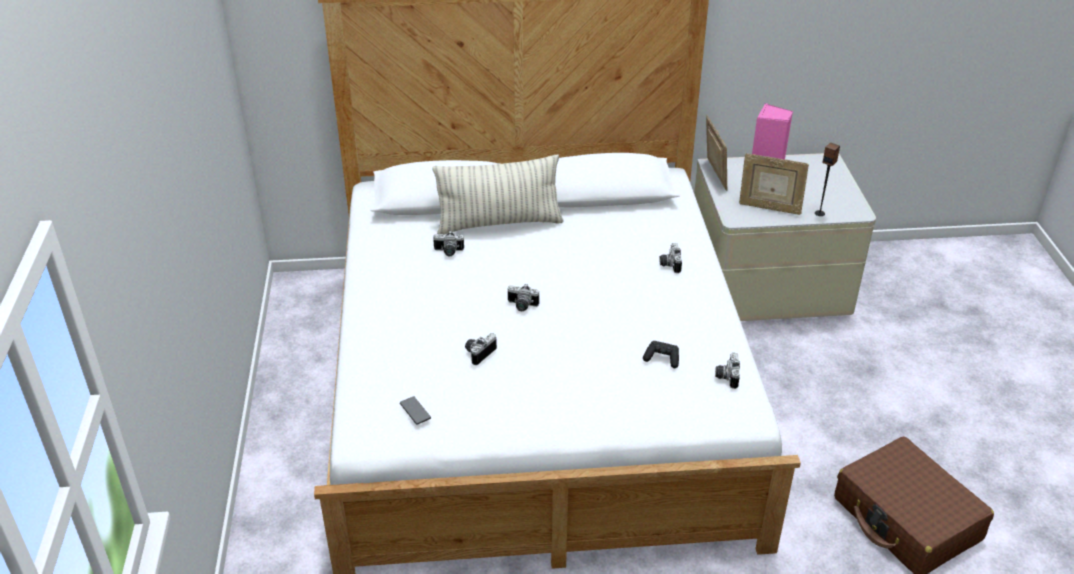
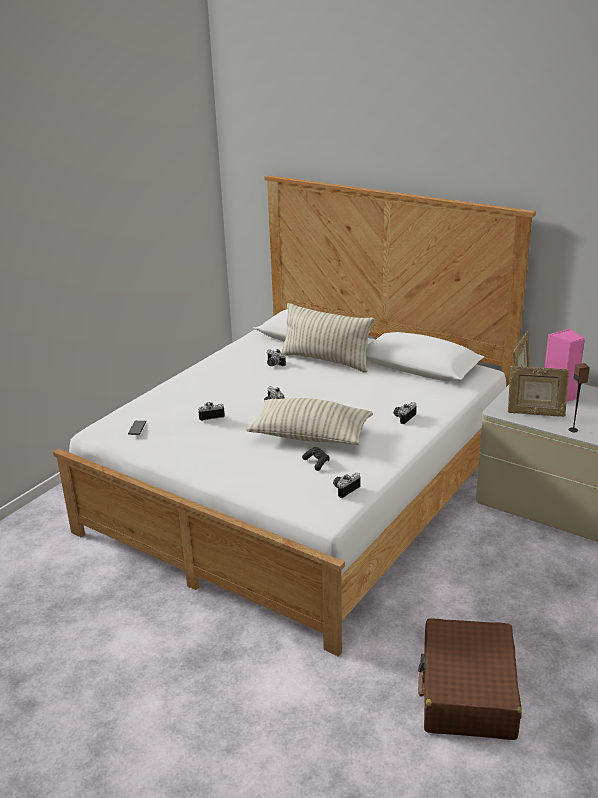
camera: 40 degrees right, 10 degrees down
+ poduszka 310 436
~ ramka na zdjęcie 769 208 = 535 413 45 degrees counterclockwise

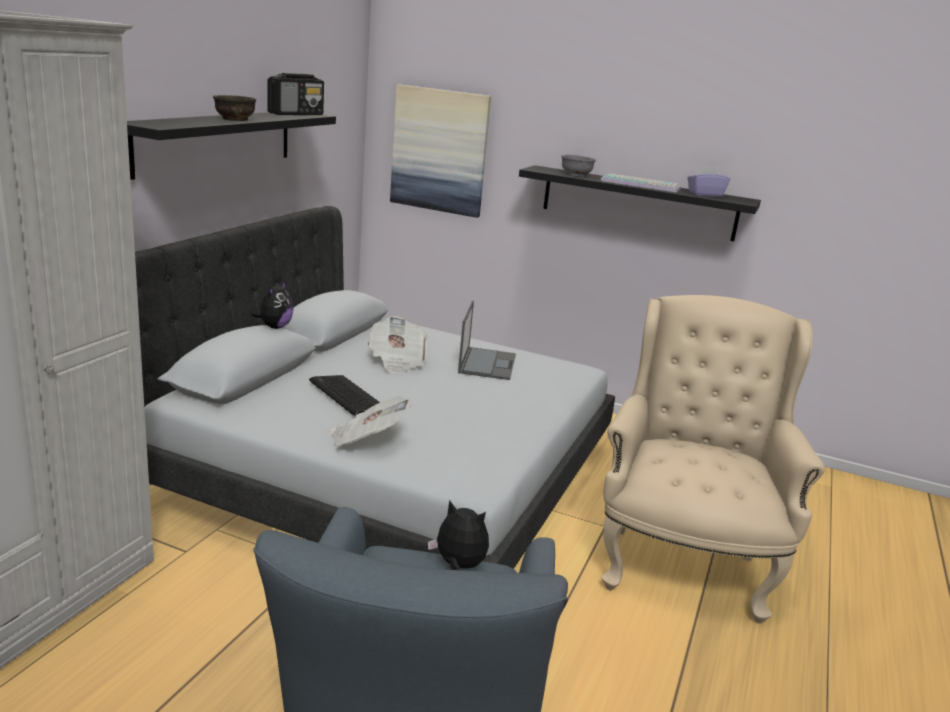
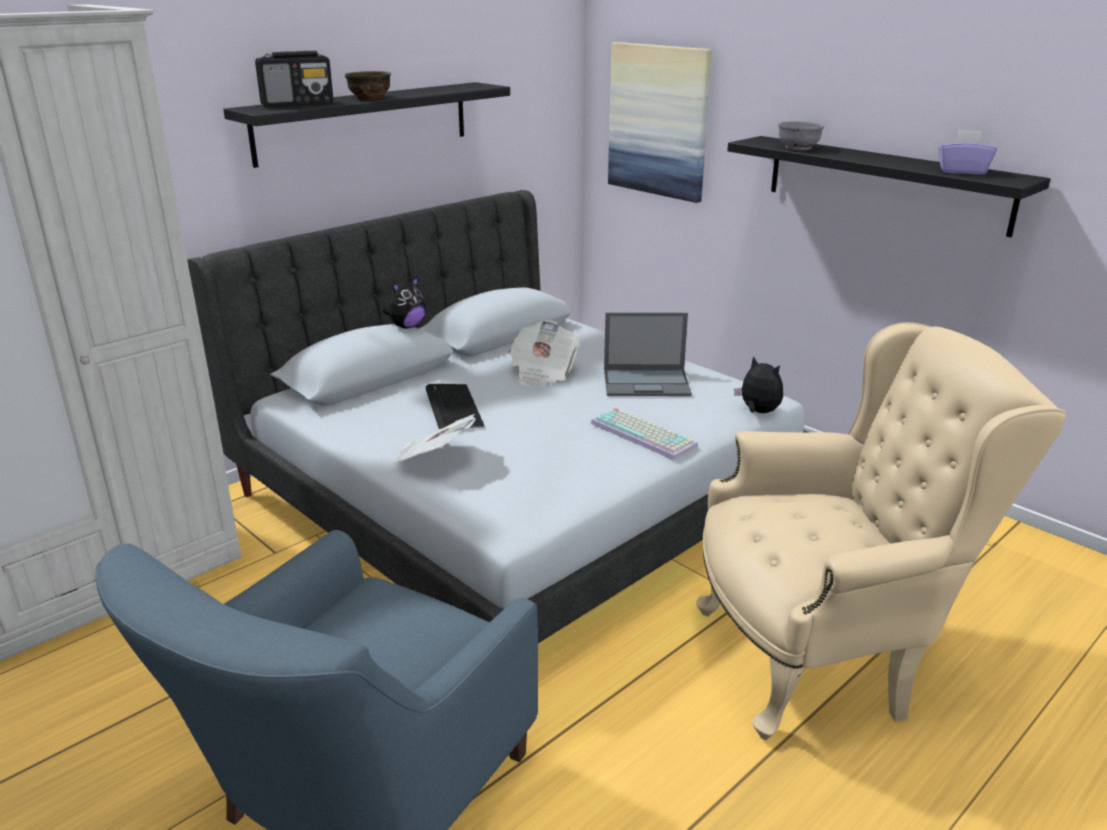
camera: 25 degrees right, 5 degrees up
~ radio 296 114 to 298 104
~ klawiatura 641 184 to 645 434
~ laptop 487 363 = 647 383 60 degrees clockwise
~ fotel/beżowy 682 561 = 820 659 45 degrees clockwise
~ pluszak 458 566 to 758 412

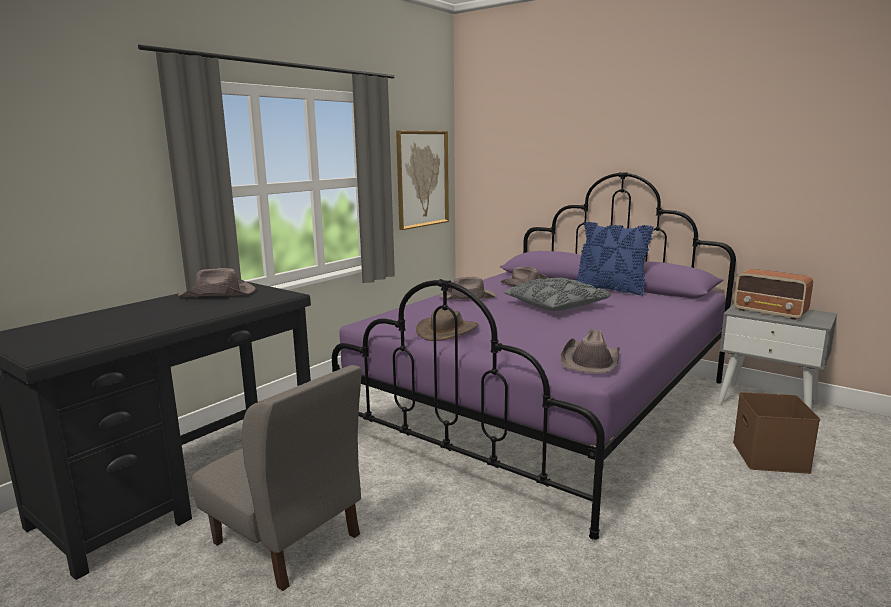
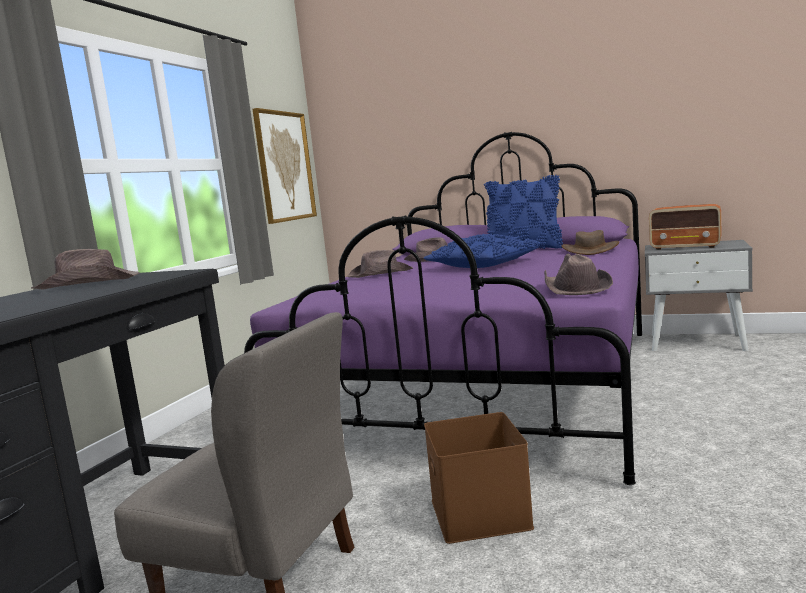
camera: 15 degrees left, 5 degrees down
~ poduszka/szary 556 305 to poduszka/niebieski 484 265
~ pojemnik do przechowywania/brązowy 772 457 to 482 514
~ kapelusz/brązowy 447 331 to 590 250

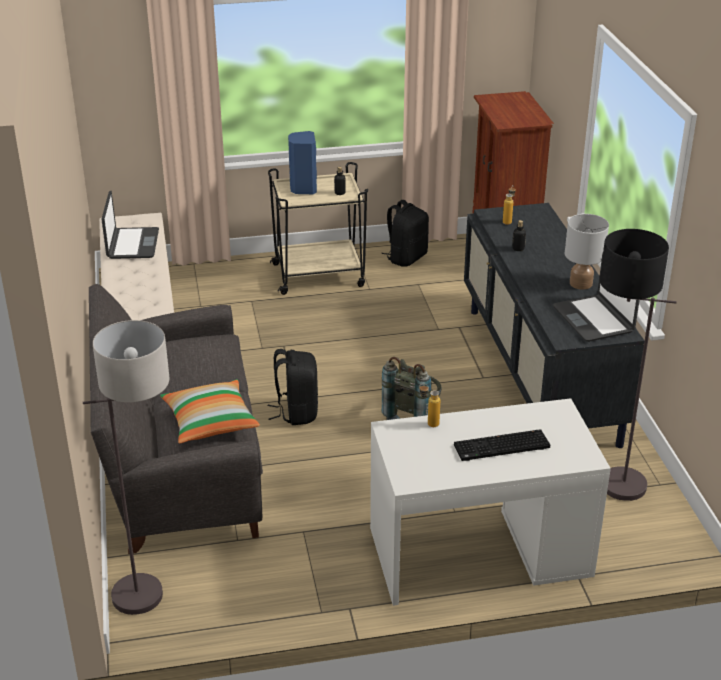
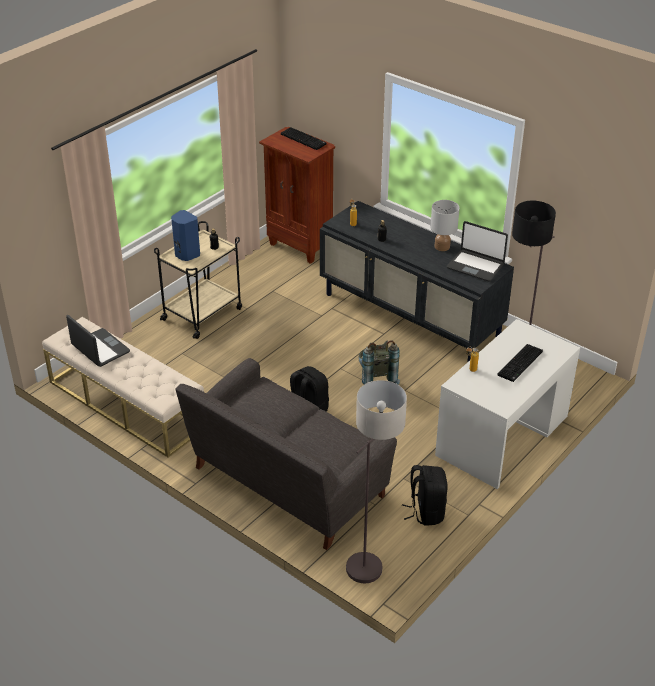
camera: 40 degrees left, 5 degrees up
+ klawiatura 304 139
~ plecak/czarny 406 258 to 426 512
- poduszka 210 422

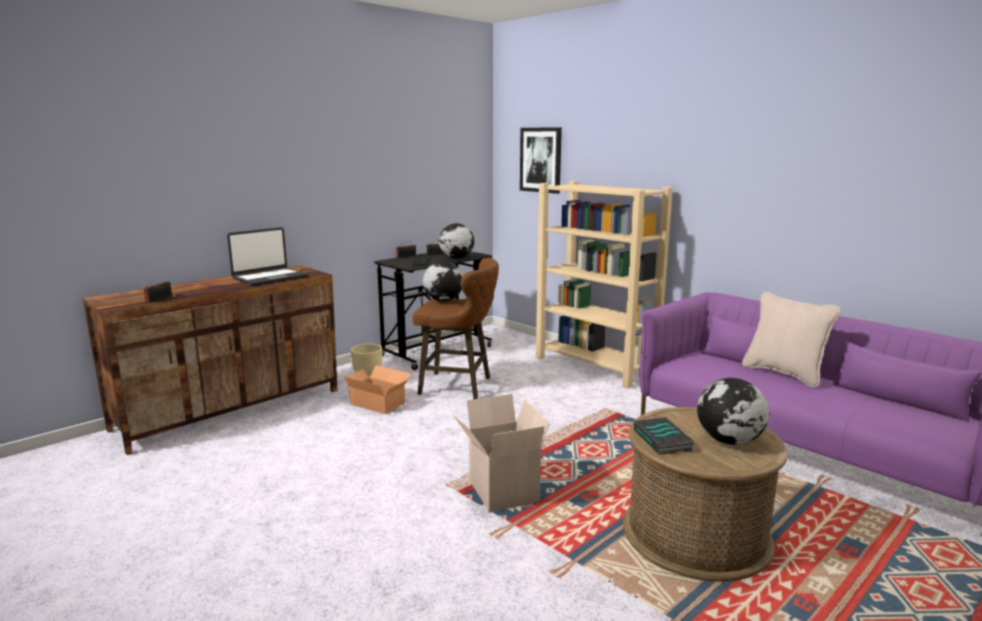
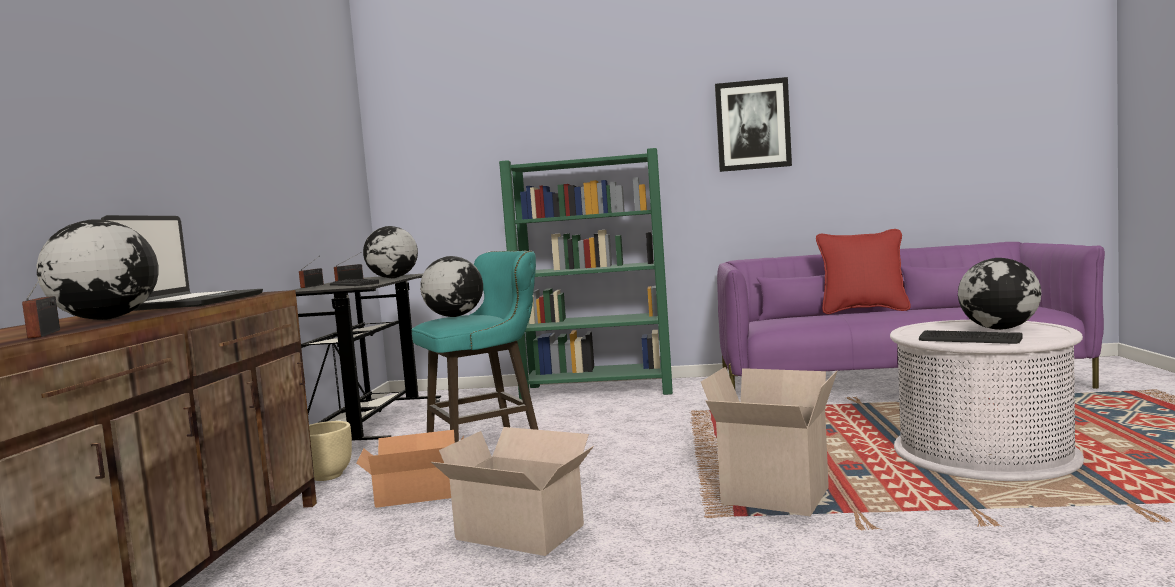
camera: 40 degrees left, 10 degrees down
+ globus 105 319
~ stołek/brązowy 459 386 to stołek/turkusowy 489 445
+ karton 522 533
~ regał/beżowy 595 366 to regał/zielony 598 390
~ obraz 541 160 to 752 125
~ poduszka/beżowy 784 373 to poduszka/czerwony 863 310
~ ława/brązowy 696 534 to ława/biały 983 453
~ książka 663 440 to klawiatura 969 339

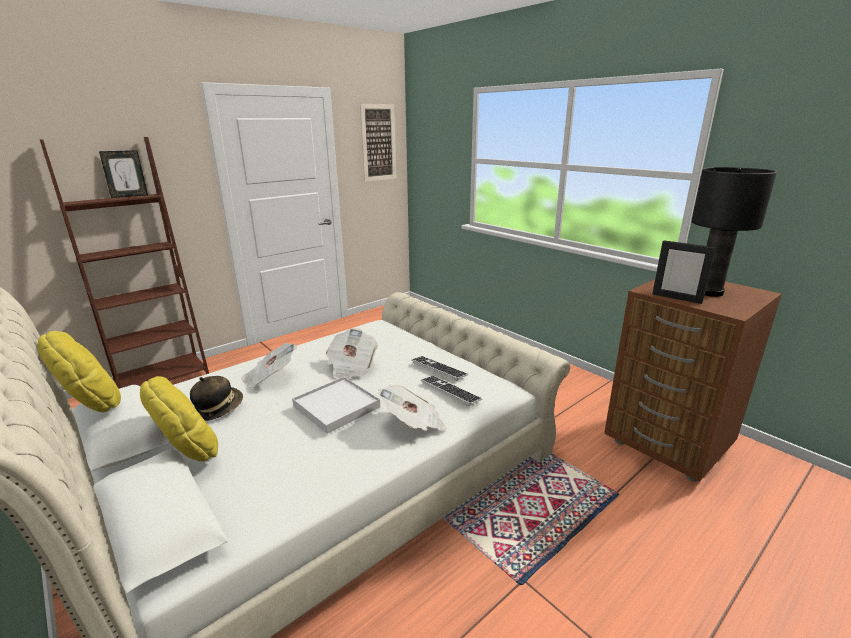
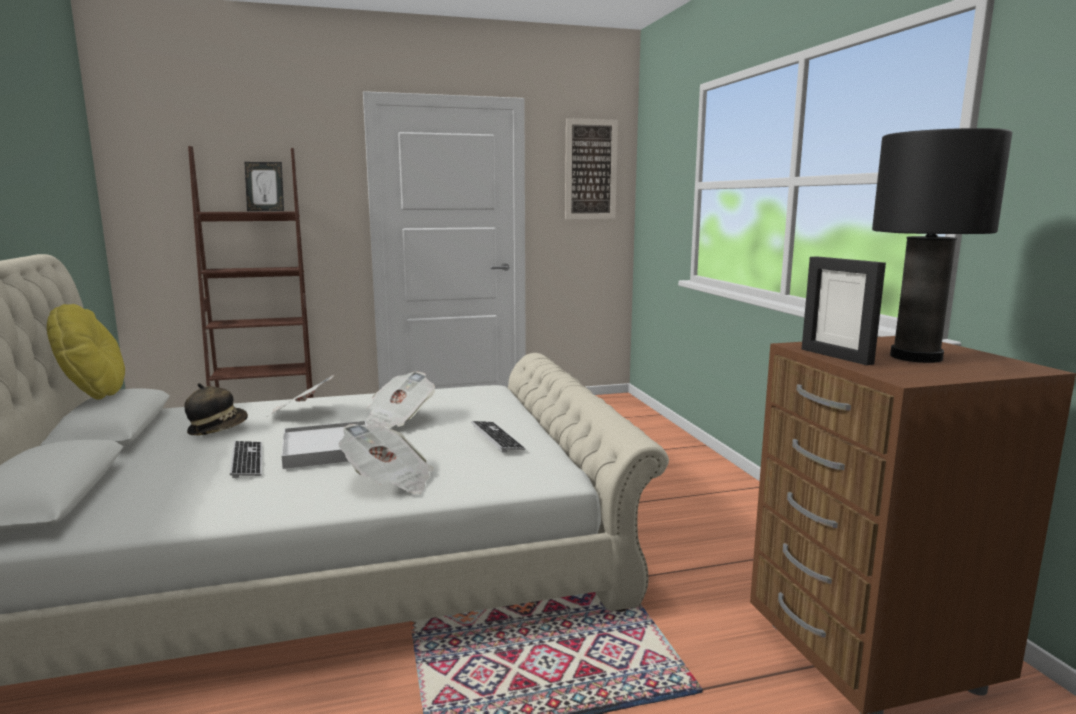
camera: 25 degrees right, 10 degrees down
~ klawiatura 450 391 to 247 460
- poduszka/żółty 188 455

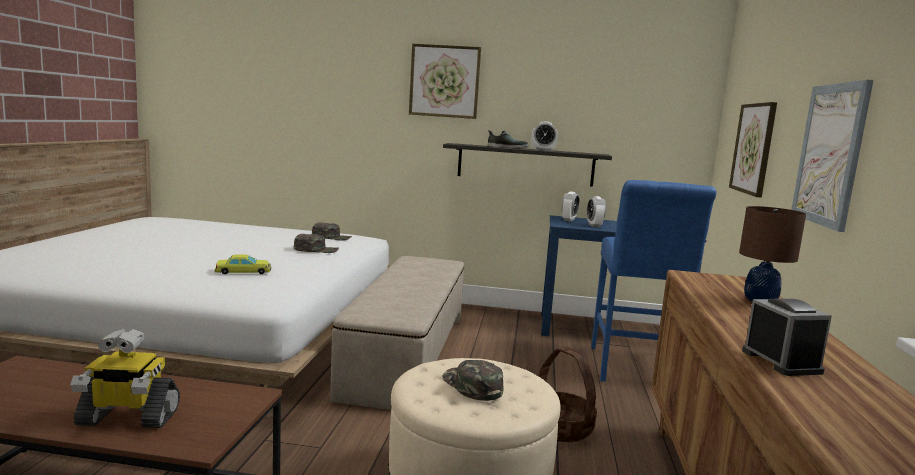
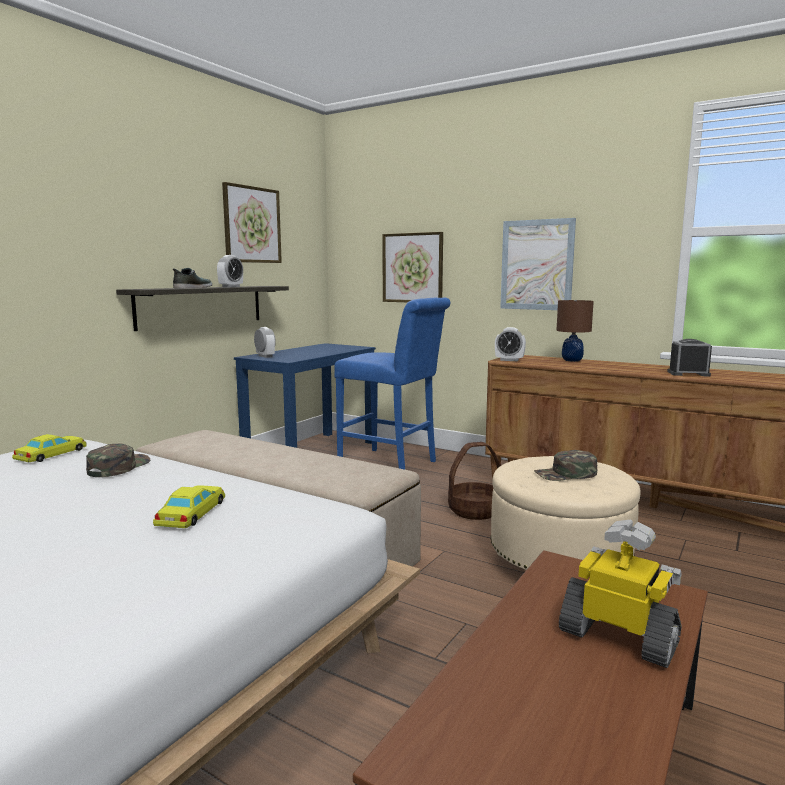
camera: 65 degrees left, 0 degrees up
~ czapka z daszkiem/zielony 331 237 to samochodzik/żółty 52 454
~ obraz 444 81 to 252 225
~ budzik 594 225 to 509 360
~ robot zabawkowy 127 418 = 620 637 75 degrees counterclockwise

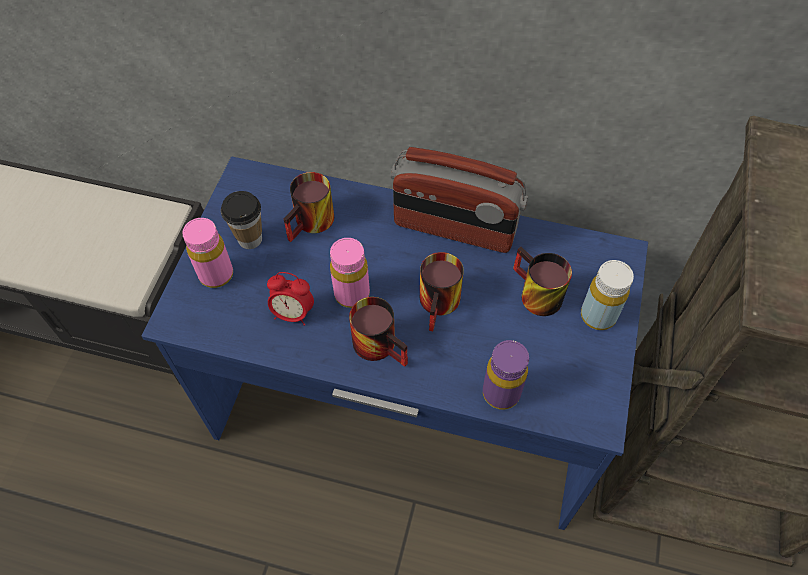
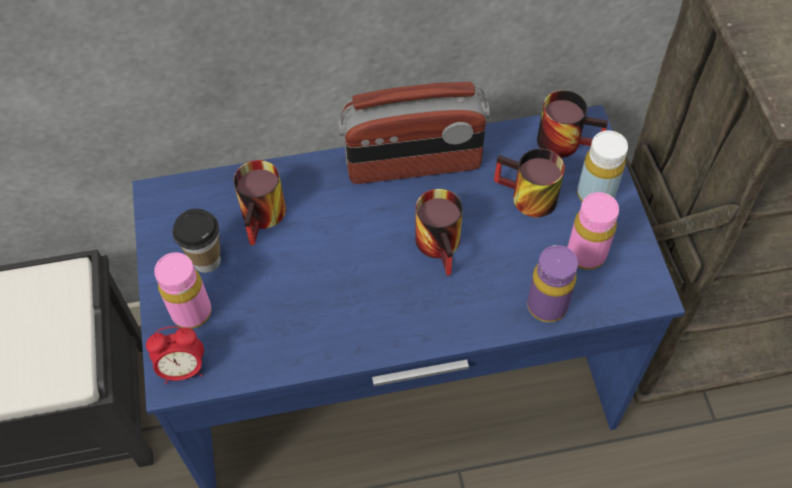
camera: 25 degrees left, 0 degrees up
~ budzik 293 314 to 183 369
~ kubek 382 344 to 566 139
~ butelka/różowy 352 294 to 586 254

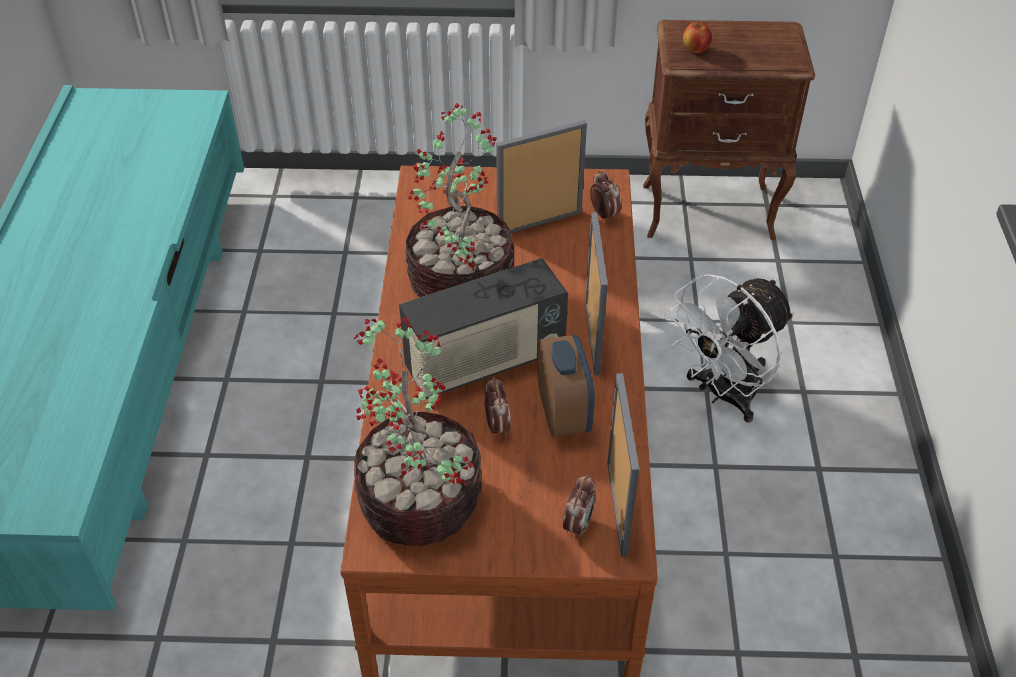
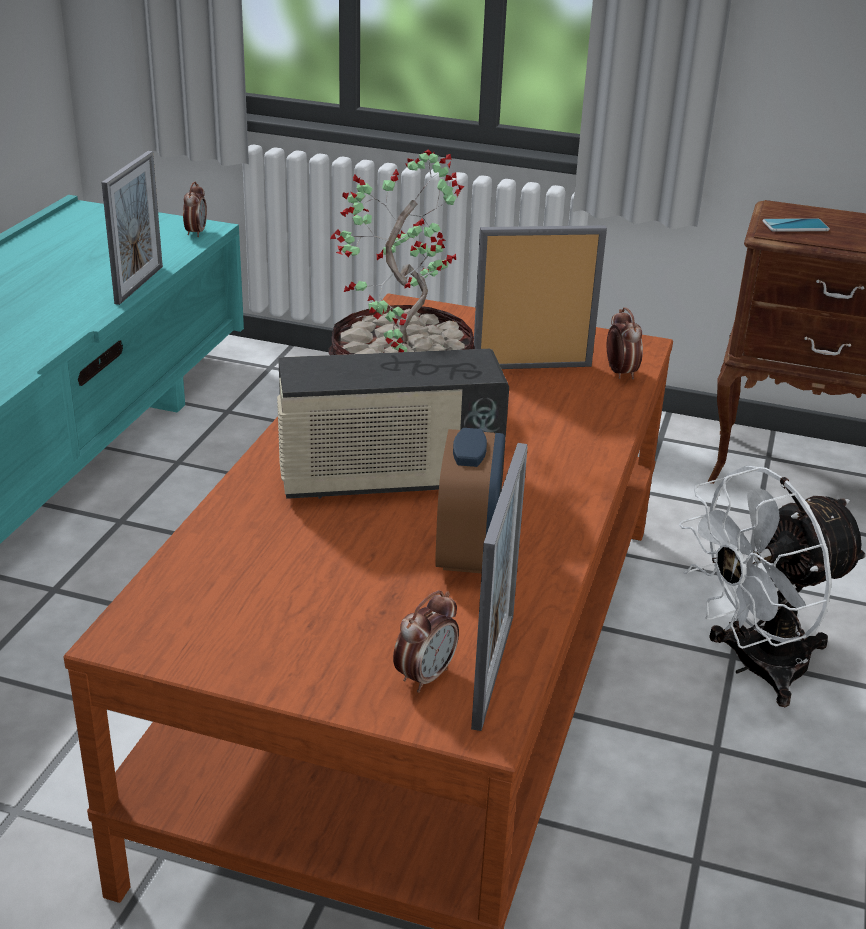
camera: 15 degrees right, 15 degrees down
~ ramka na zdjęcie 592 338 to 139 284
~ budzik 497 426 to 196 232
~ jabłko 695 49 to telefon 795 226
- roślina doniczkowa 418 498

